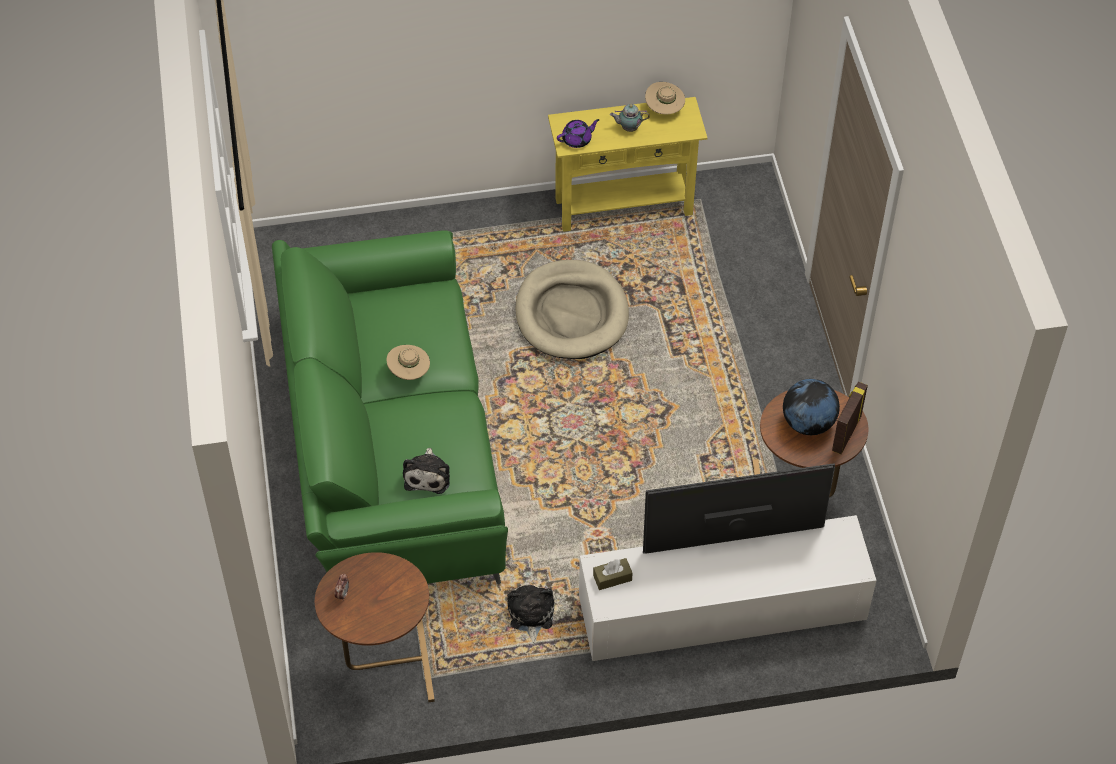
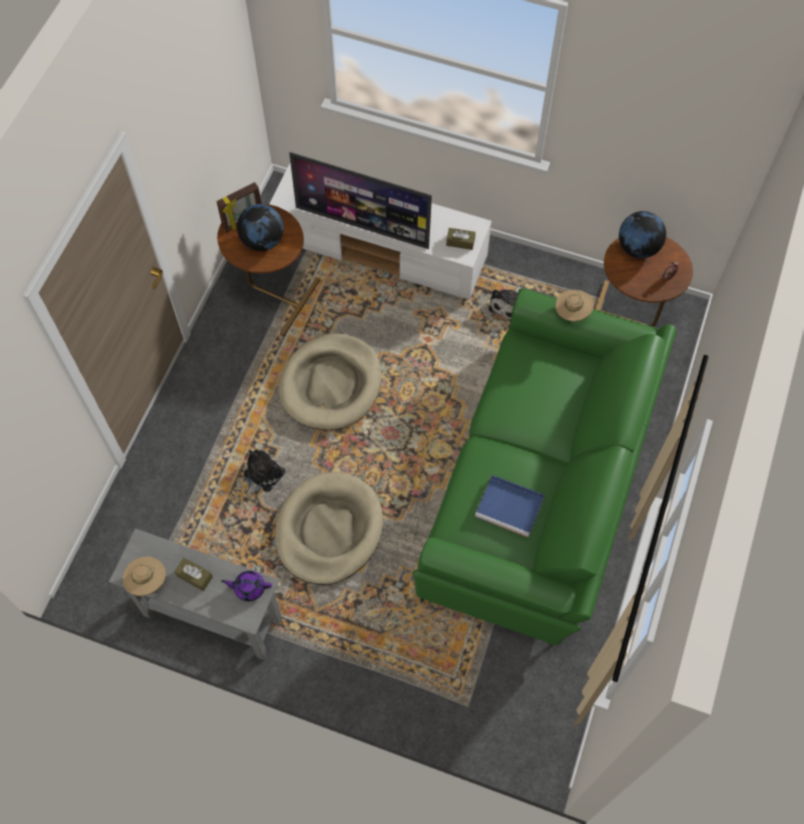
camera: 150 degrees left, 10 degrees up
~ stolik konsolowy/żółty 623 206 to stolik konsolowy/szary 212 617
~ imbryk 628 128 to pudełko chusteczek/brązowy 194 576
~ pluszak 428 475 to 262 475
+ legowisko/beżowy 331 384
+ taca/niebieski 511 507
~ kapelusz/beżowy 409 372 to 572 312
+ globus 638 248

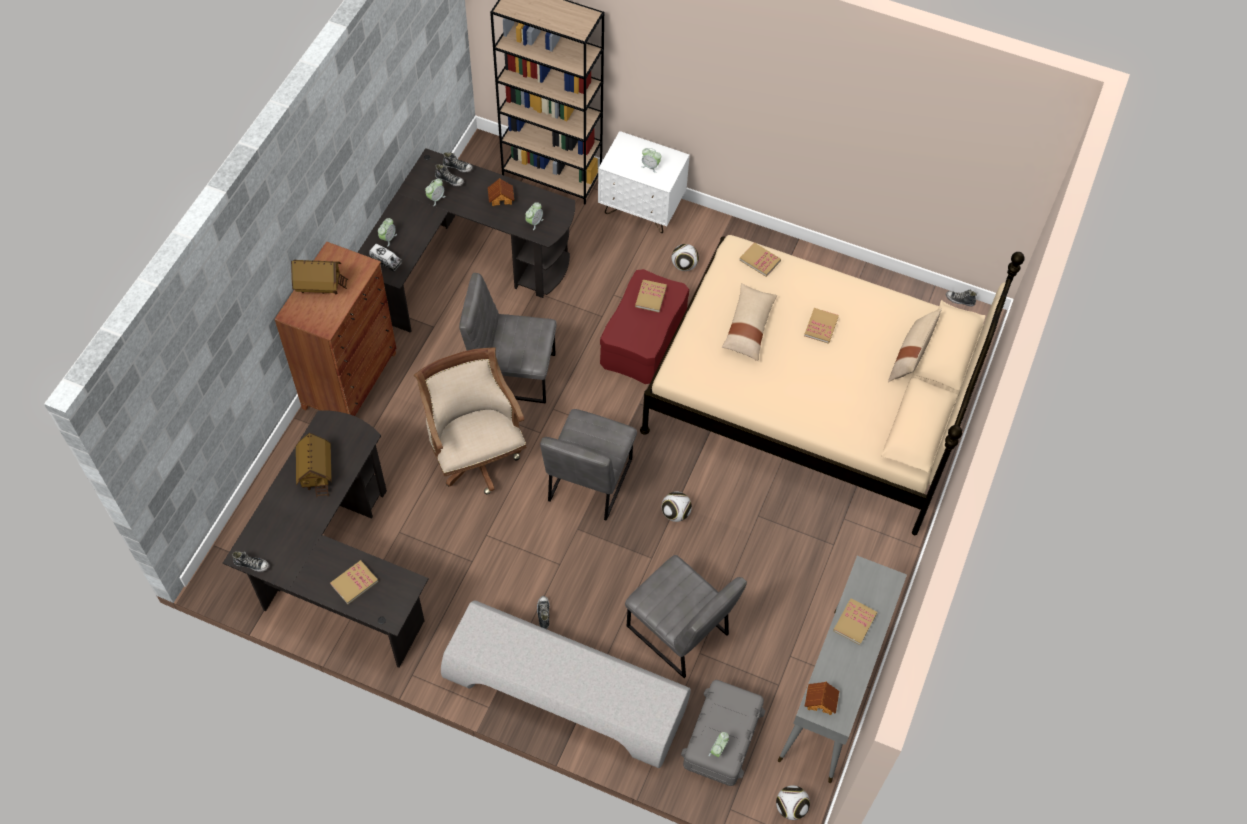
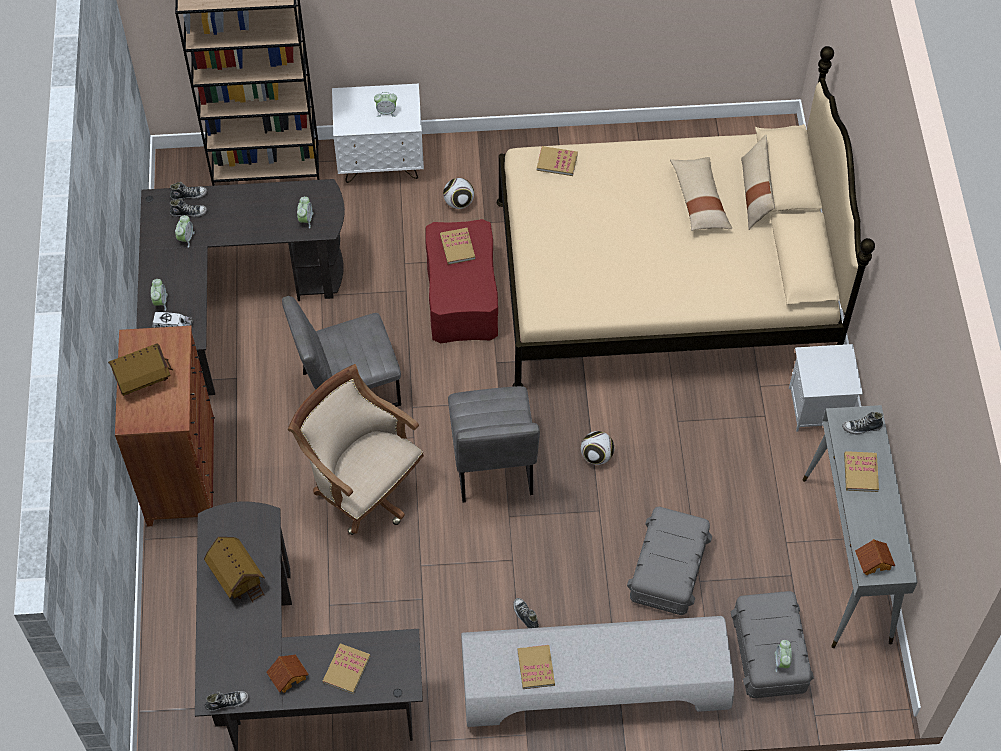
camera: 25 degrees left, 0 degrees up
~ domek 501 198 to 288 676
~ książka 821 326 to 536 667
~ krzesło/szary 679 632 to pojemnik do przechowywania/szary 668 570
~ poduszka/beżowy 748 327 to 699 200
+ szafka nocna/szary 819 409
~ but 959 300 to 862 428
- piłka futbolowa 790 807

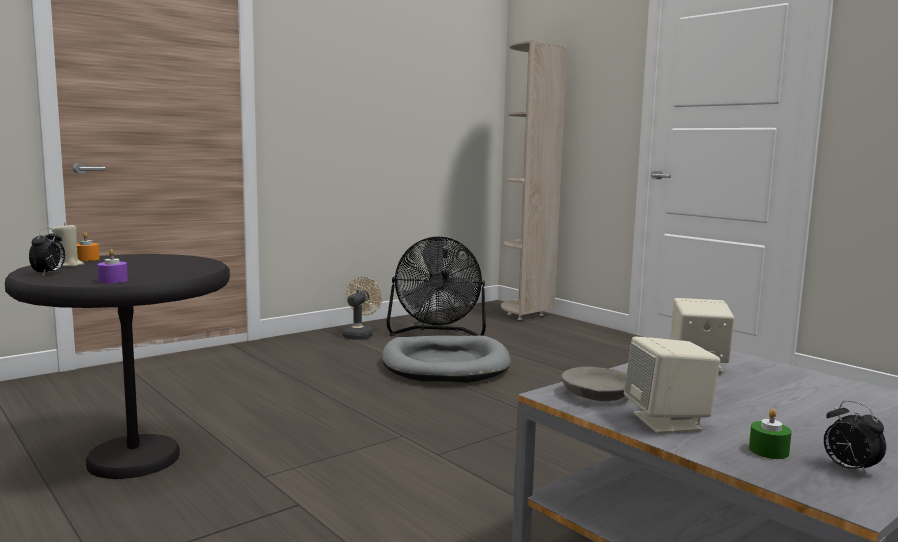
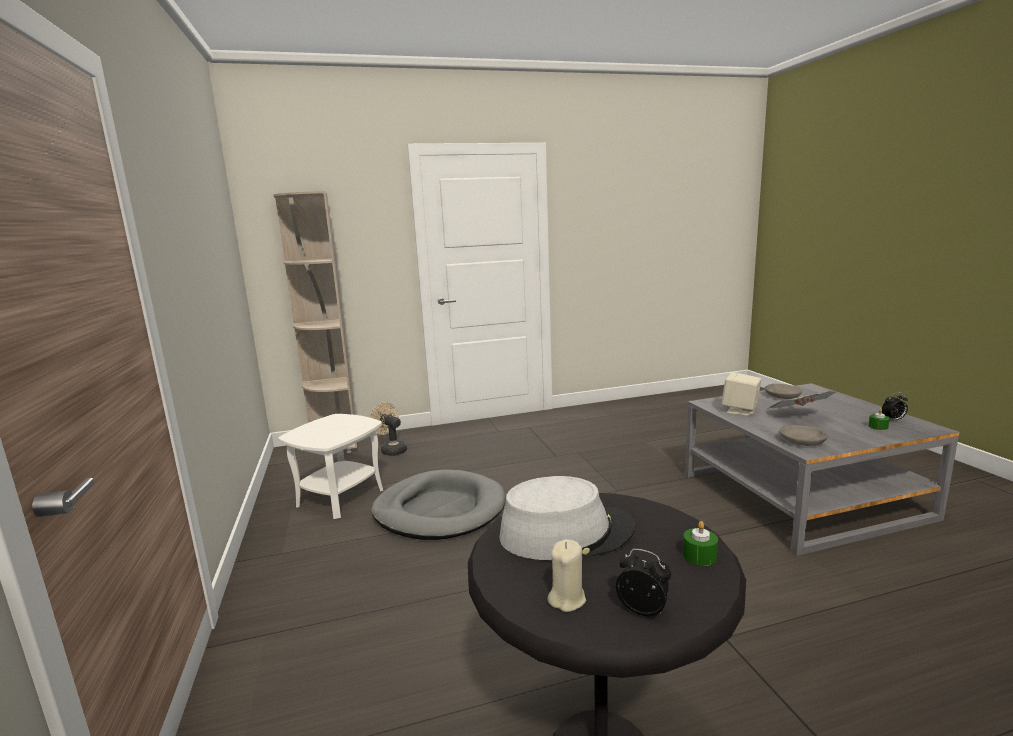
camera: 65 degrees left, 5 degrees up
~ wentylator/czarny 434 333 to stolik/biały 340 497
~ wentylator/beżowy 359 335 to 391 450
+ kapelusz/szary 566 533
~ świeca/fioletowy 113 280 to świeca/zielony 699 556
+ miska/szary 782 396
+ gazeta 798 415
- świeca/pomarańczowy 87 259
- głośnik/beżowy 667 422

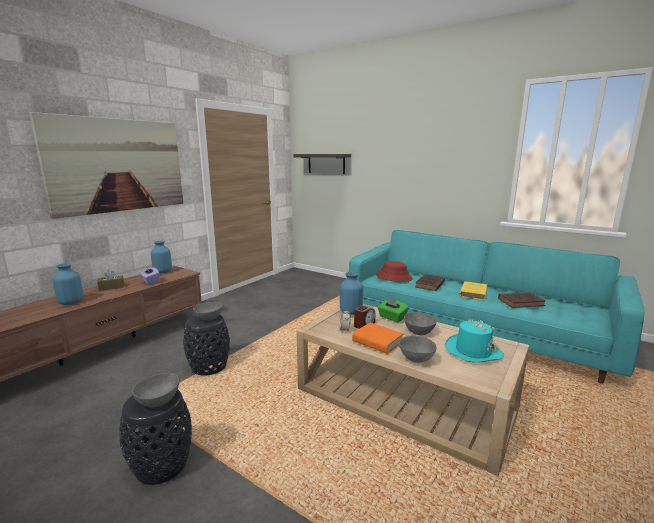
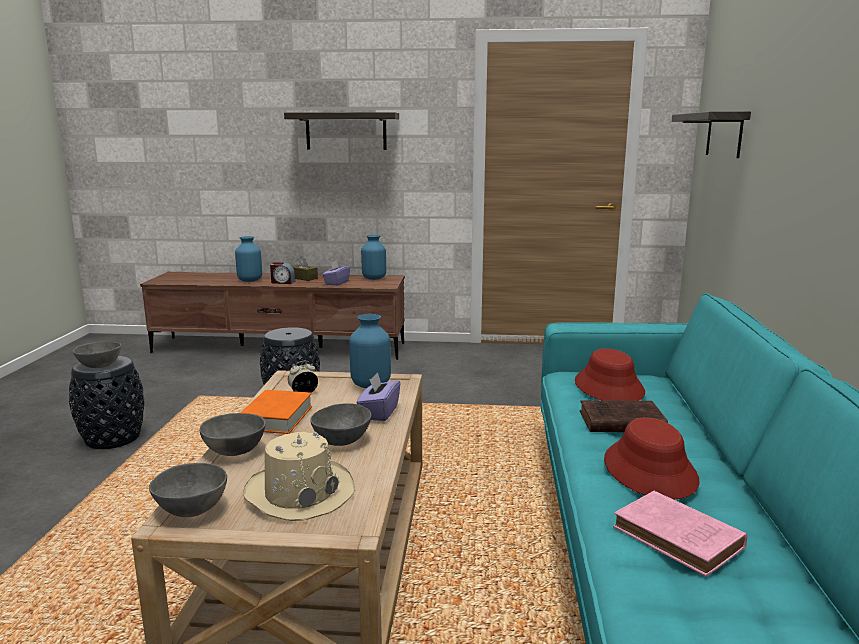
camera: 60 degrees right, 0 degrees up
~ miska/szary 209 318 to 191 510
~ kapelusz/turkusowy 472 351 to kapelusz/beżowy 299 493
~ budzik 364 324 to 282 282
~ obraz 118 165 to półka 346 131
~ pudełko chusteczek/zielony 392 318 to pudełko chusteczek/fioletowy 379 413
~ książka/żółty 473 292 to kapelusz/czerwony 650 470
~ książka/brązowy 521 302 to książka/różowy 680 539

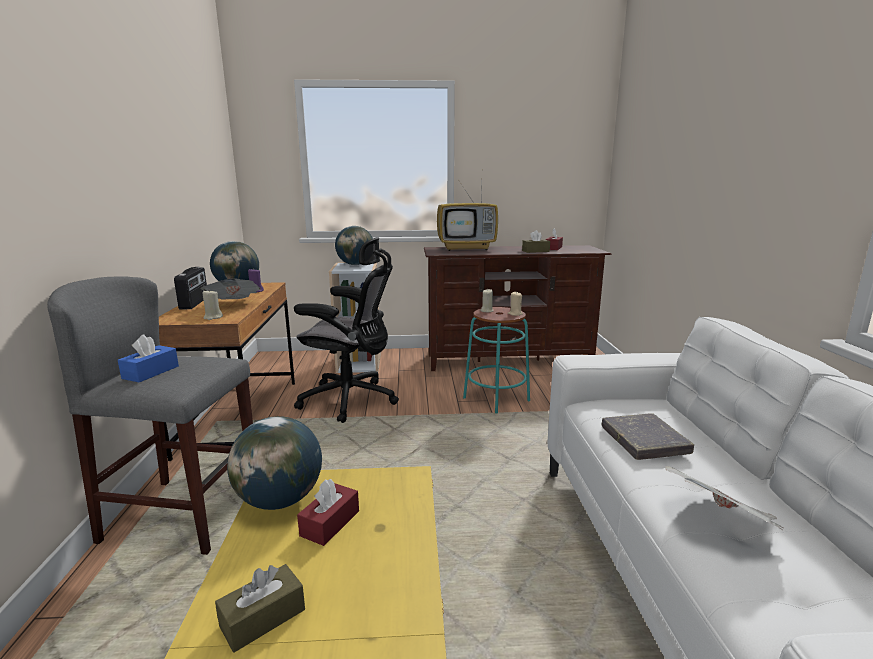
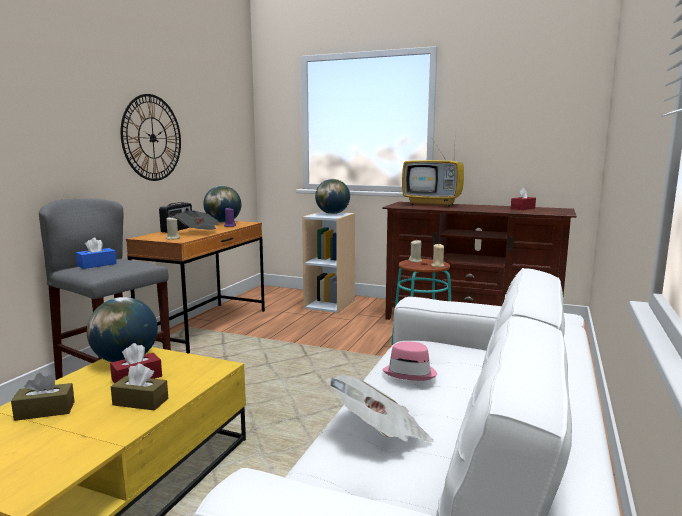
camera: 25 degrees right, 5 degrees down
~ pudełko chusteczek/brązowy 535 251 to 140 402
+ zegar ścienny 152 138
~ książka/szary 644 441 to kapelusz/różowy 410 372
- krzesło biurowe 349 399

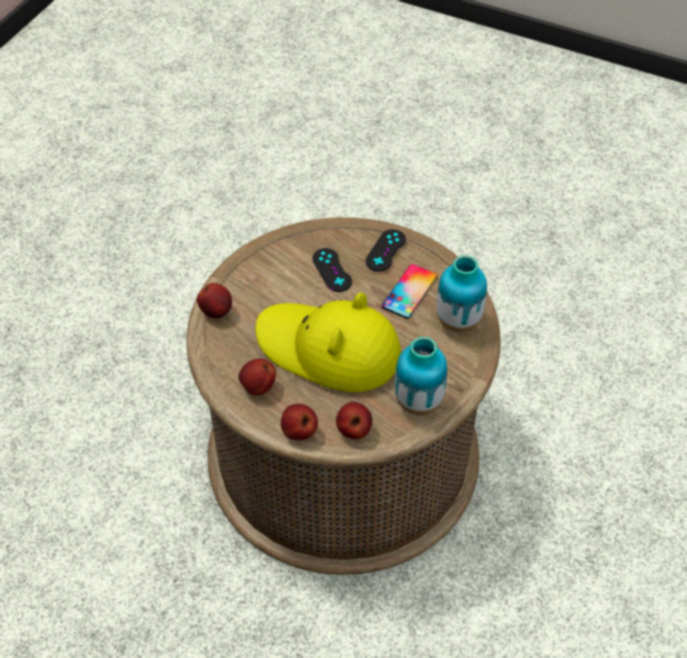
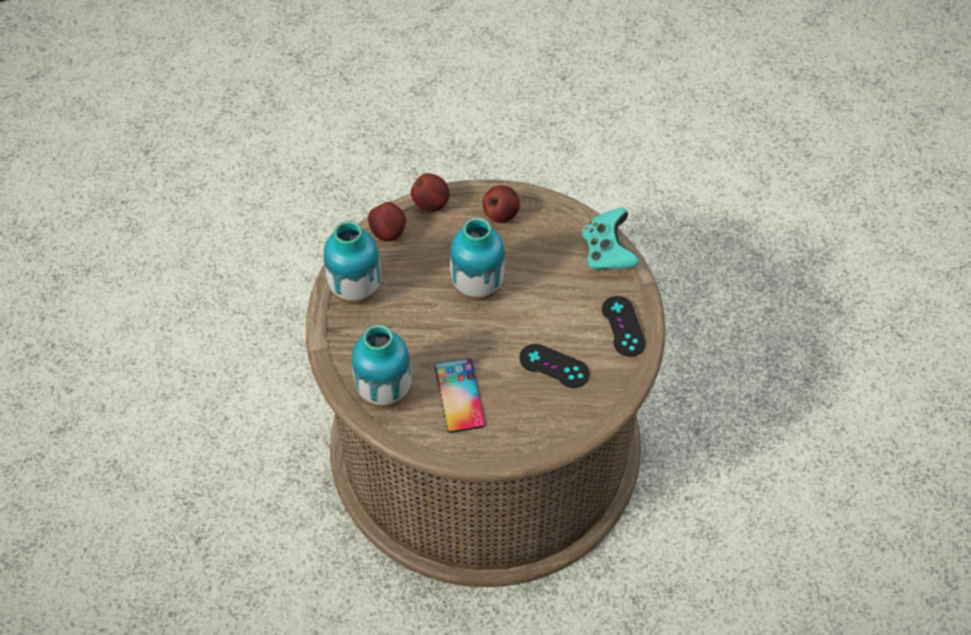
camera: 140 degrees right, 5 degrees up
~ kapelusz/żółty 328 349 to wazon 477 287
~ jabłko 217 311 to pad do gier/turkusowy 607 252
~ pad do gier/czarny 385 250 to 623 326

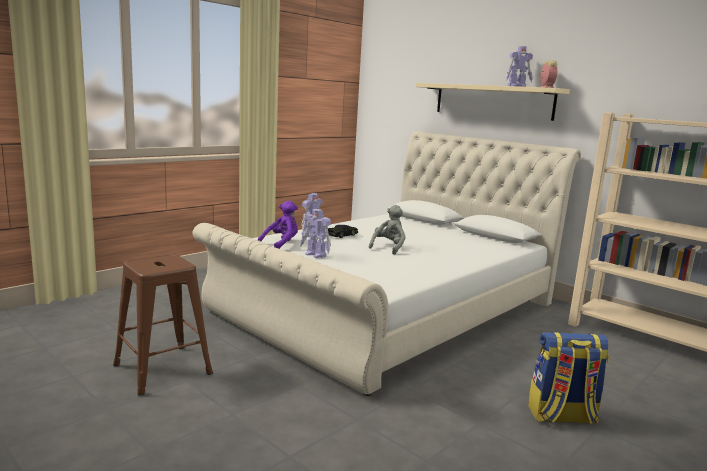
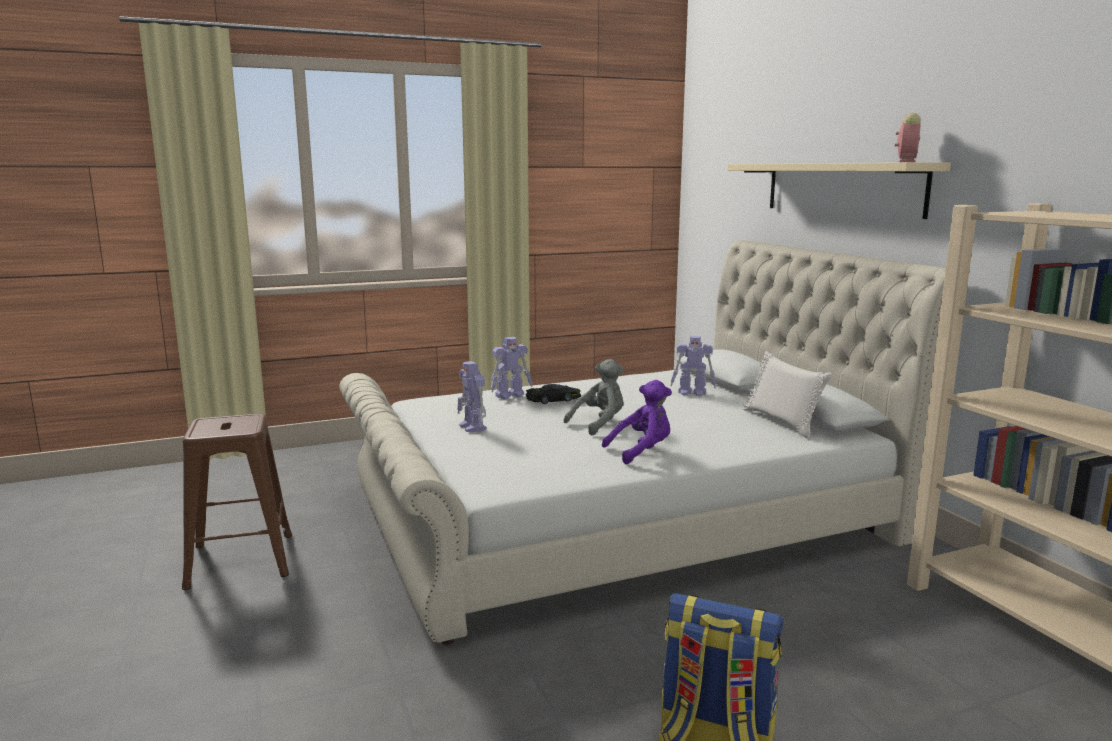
camera: 25 degrees right, 0 degrees up
~ pluszak/fioletowy 281 244 to 642 451
~ robot zabawkowy 517 86 to 692 393
+ poduszka/biały 782 422

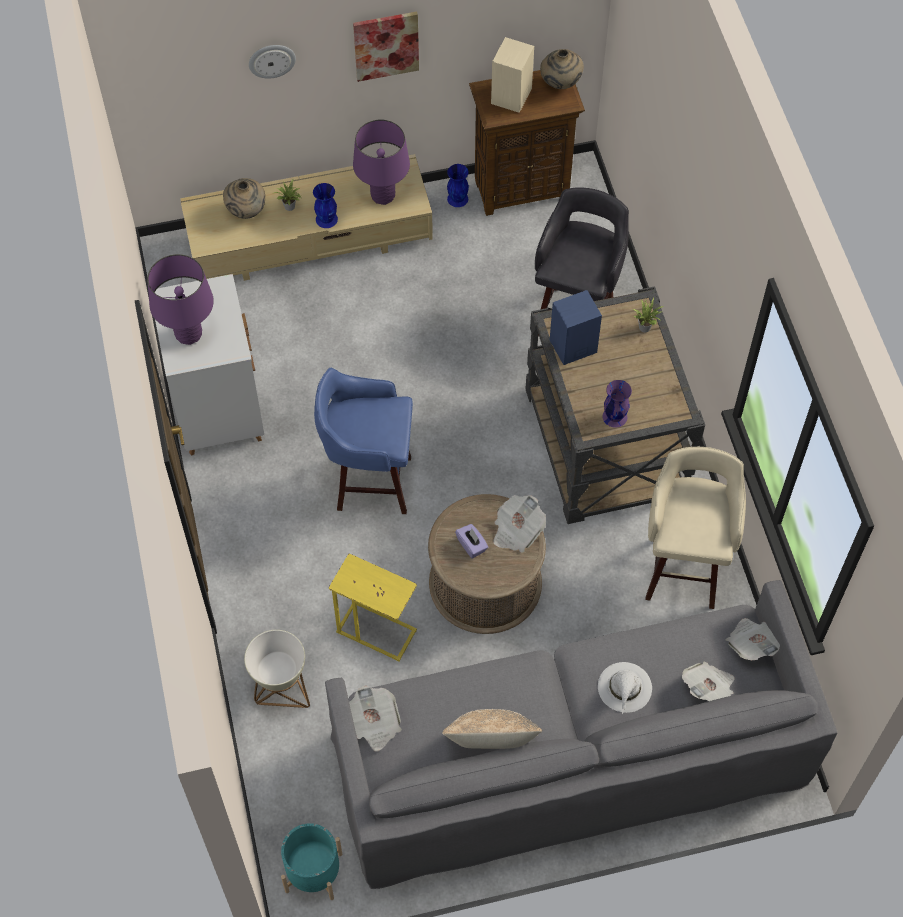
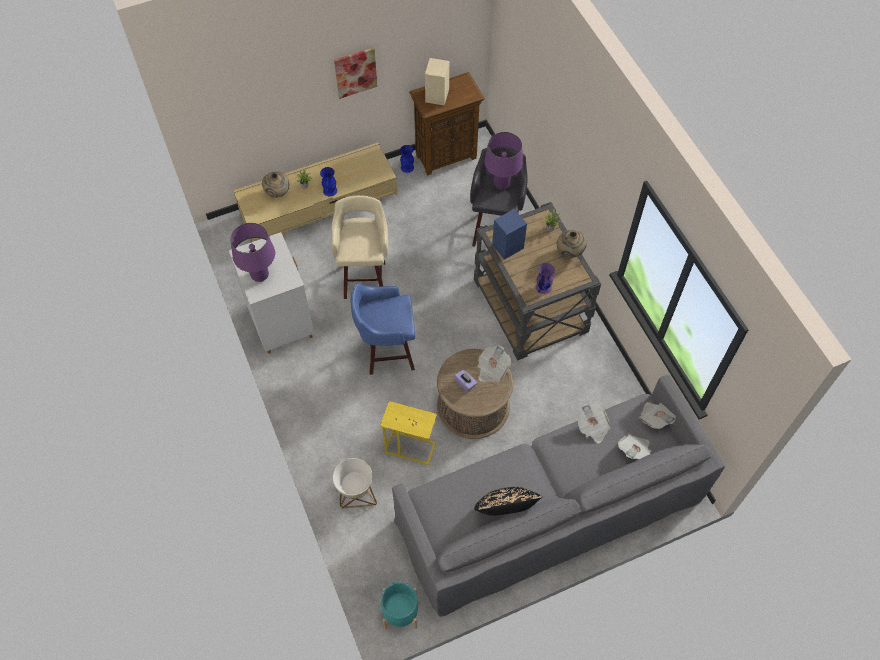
camera: 10 degrees left, 0 degrees up
~ stołek/beżowy 683 568 to 365 278
~ poduszka/beżowy 490 747 to poduszka/czarny 504 512
~ lampa stołowa/fioletowy 383 196 to 501 183
~ wazon/beżowy 560 84 to 569 253
~ gazeta 374 724 to 592 427
- zegar ścienny 272 60
- kapelusz/biały 625 688

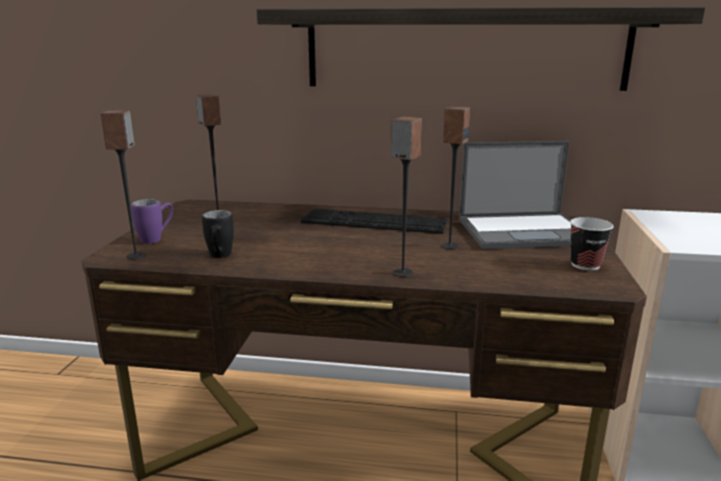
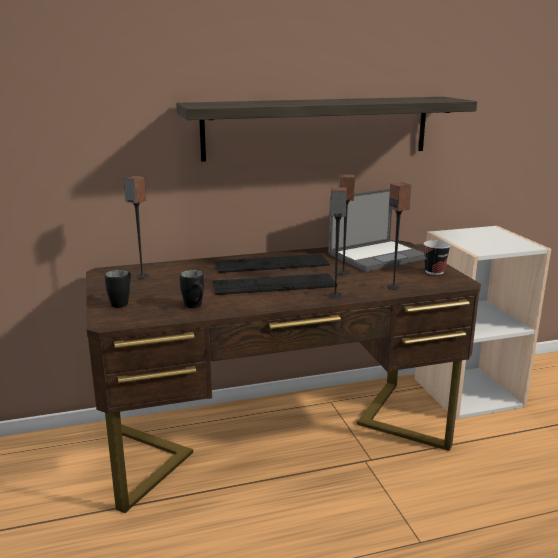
camera: 25 degrees left, 0 degrees up
~ kubek/fioletowy 157 238 to kubek/czarny 122 302
+ klawiatura 274 284
~ głośnik 136 256 to 393 287

